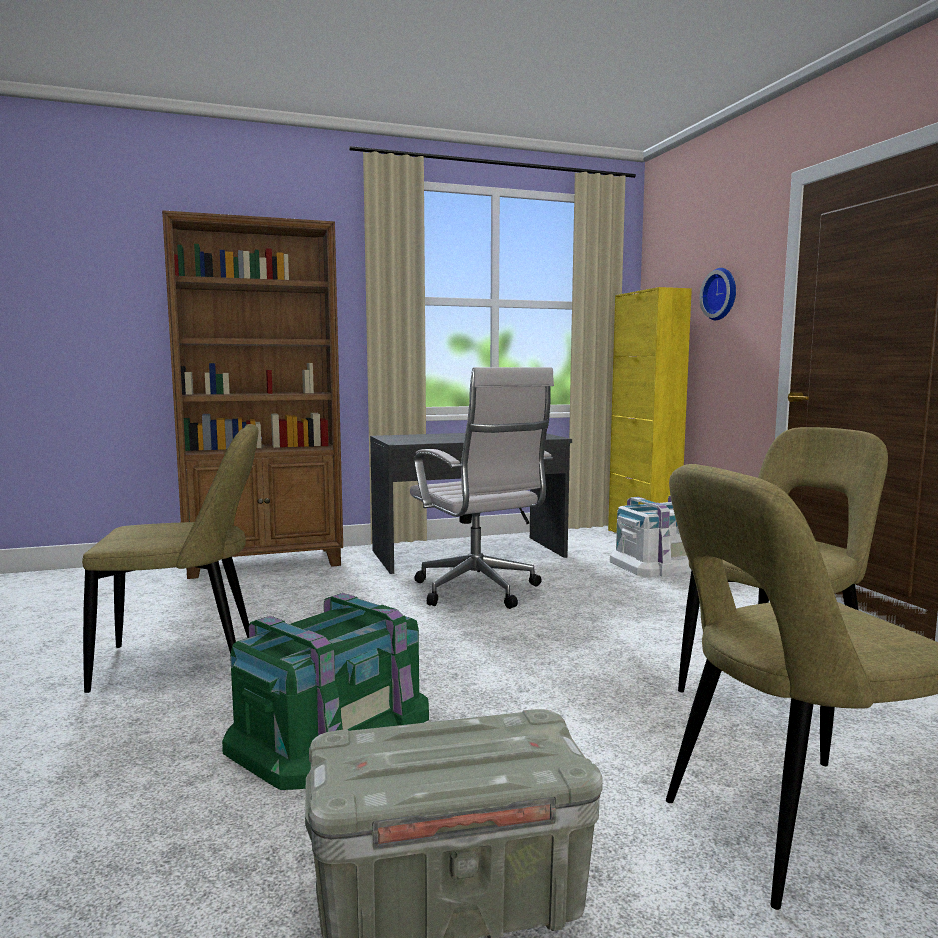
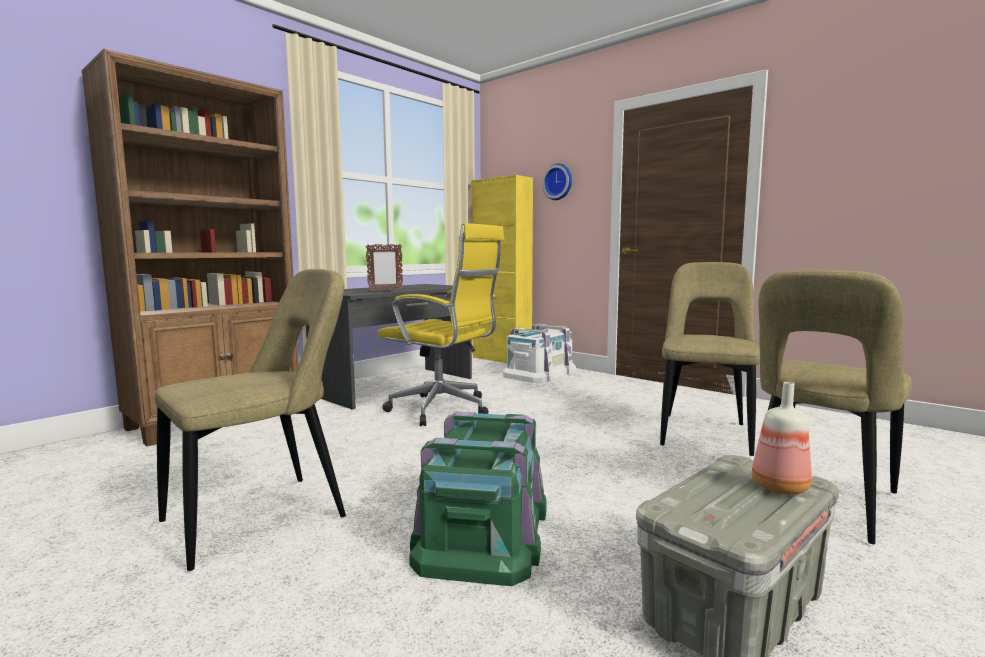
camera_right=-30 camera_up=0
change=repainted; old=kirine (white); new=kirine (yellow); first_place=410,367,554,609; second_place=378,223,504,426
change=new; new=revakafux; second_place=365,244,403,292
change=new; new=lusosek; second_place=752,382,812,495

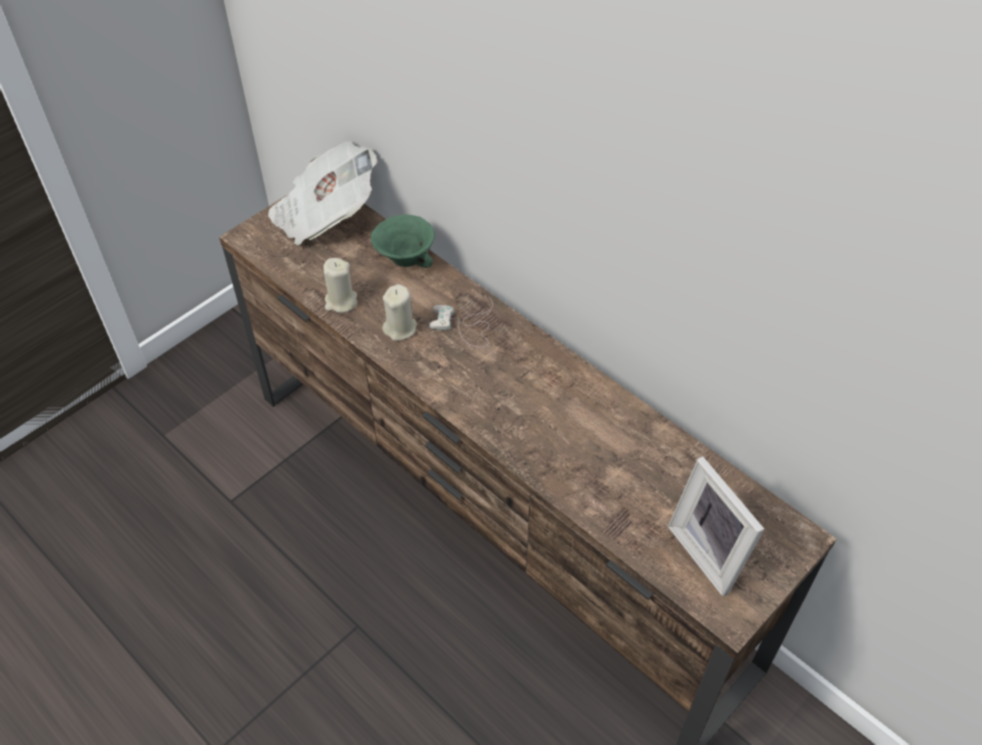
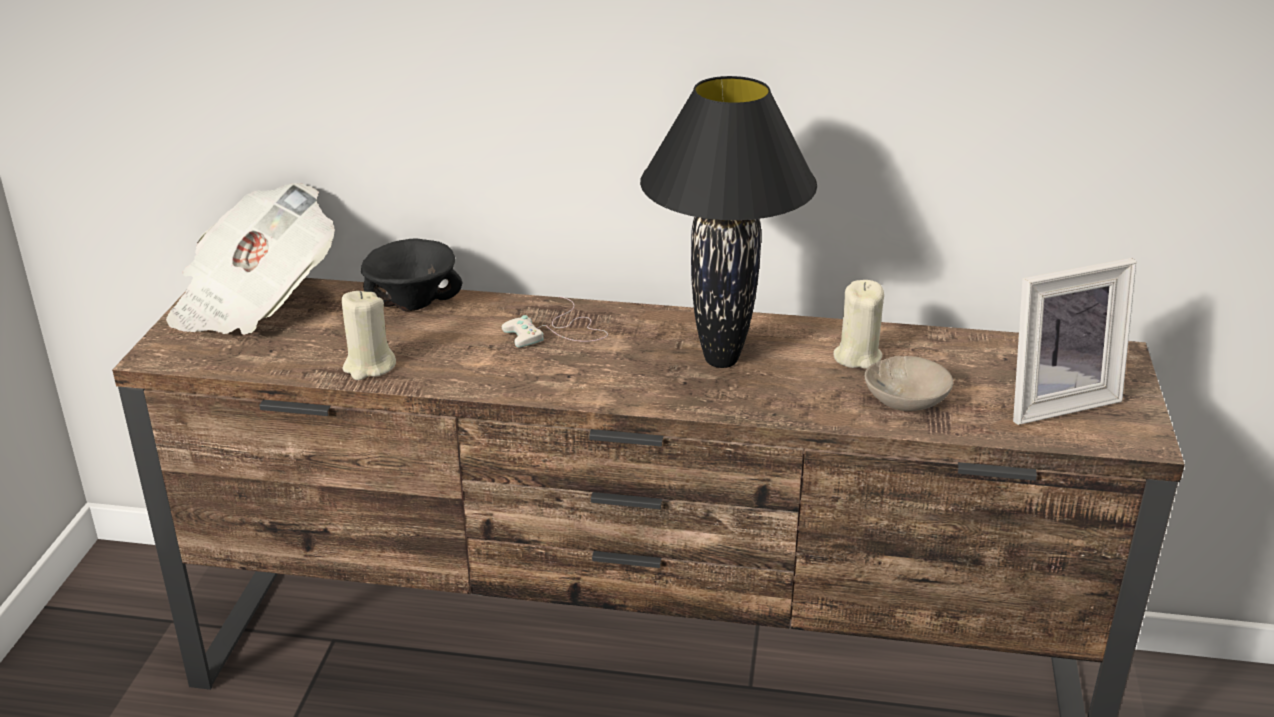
camera_right=-35 camera_up=-20
change=repainted; old=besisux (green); new=besisux (black); first_place=371,215,435,268; second_place=361,239,462,311
change=shifted; old=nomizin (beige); first_place=382,284,417,341; second_place=834,280,884,369
change=rotated; old=revakafux; first_place=668,456,764,597; second_place=1013,258,1136,425; degrees=-45
change=new; new=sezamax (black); second_place=640,76,817,368
change=new; new=besisux (beige); second_place=865,356,953,411

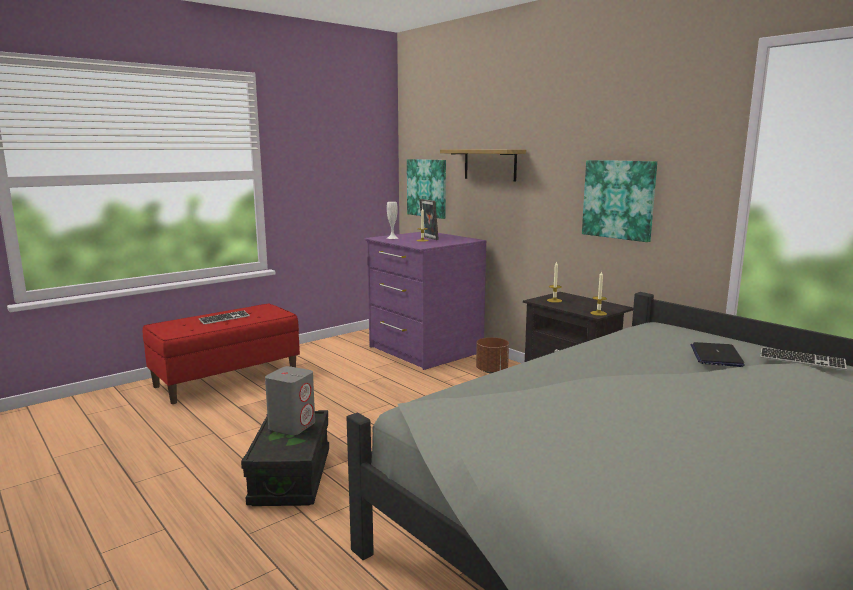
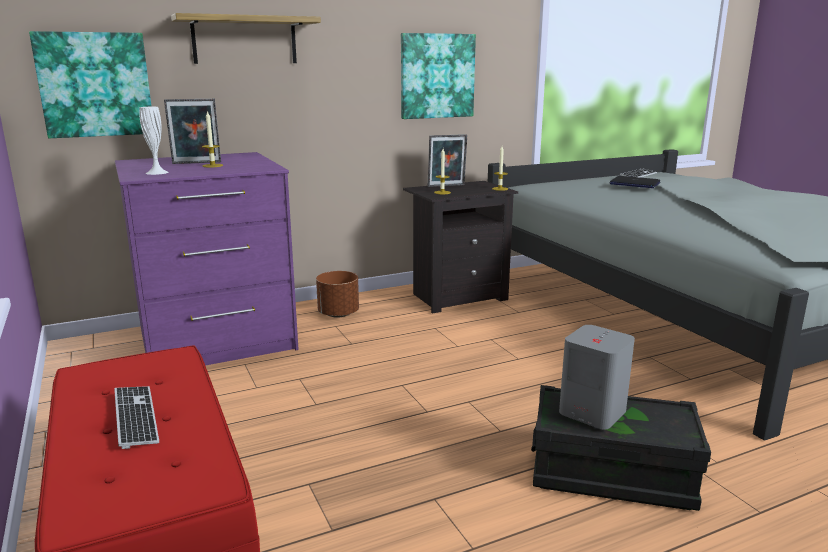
camera_right=-75 camera_up=5
change=new; new=revakafux; second_place=428,134,467,187

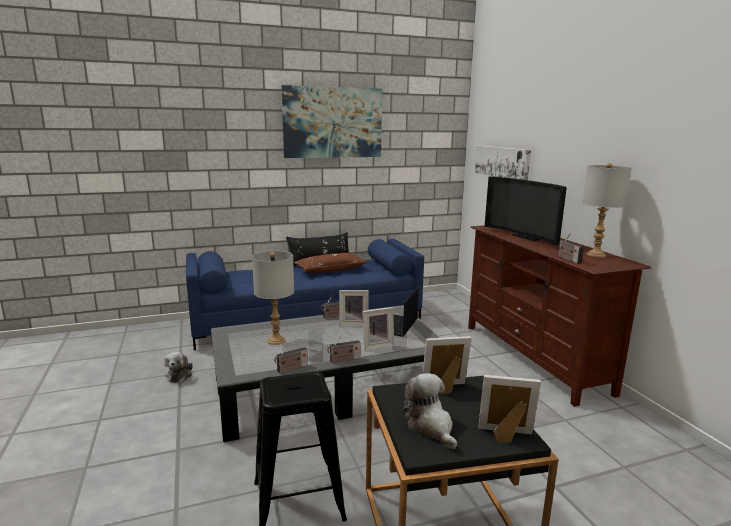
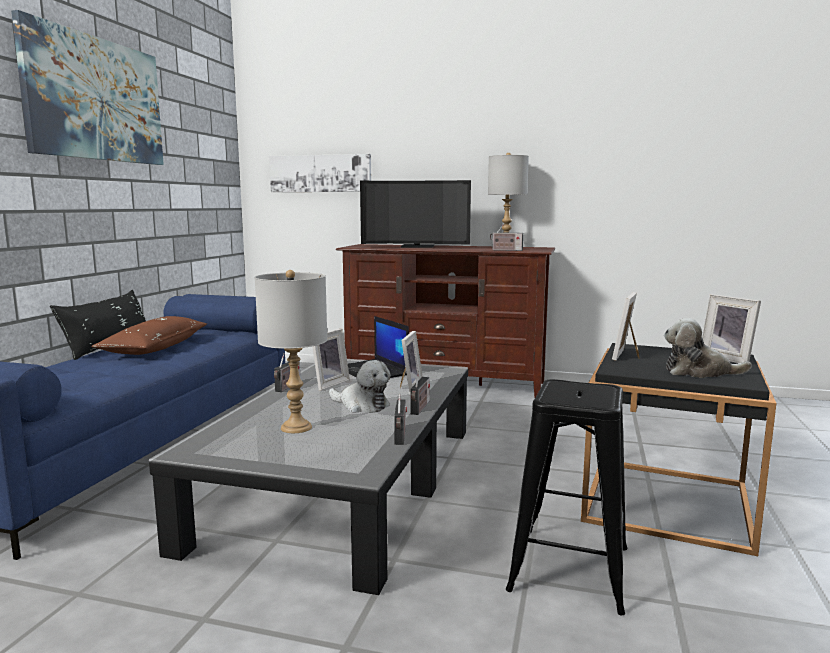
camera_right=-55 camera_up=-5
change=shifted; old=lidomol; first_place=164,352,193,383; second_place=329,360,391,413
change=rotated; old=revakafux; first_place=478,375,541,443; second_place=702,294,761,364; degrees=-75

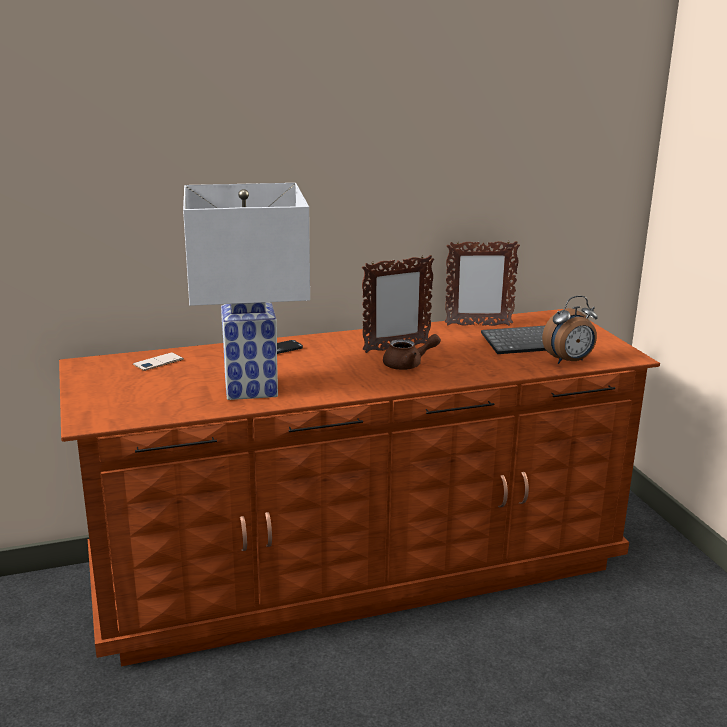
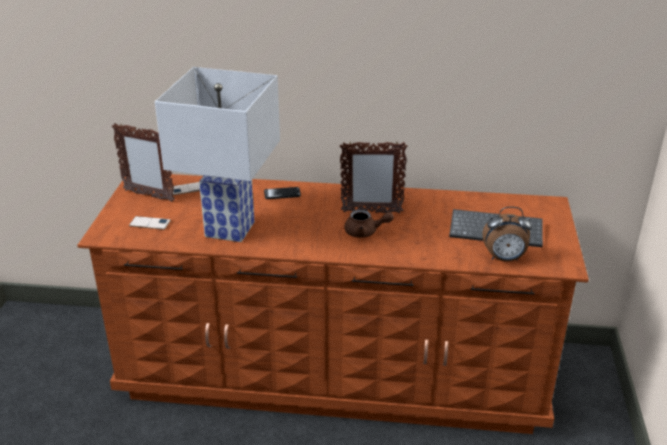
camera_right=25 camera_up=10
change=shifted; old=revakafux; first_place=445,241,520,326; second_place=112,123,175,202
change=new; new=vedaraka; second_place=129,216,171,230

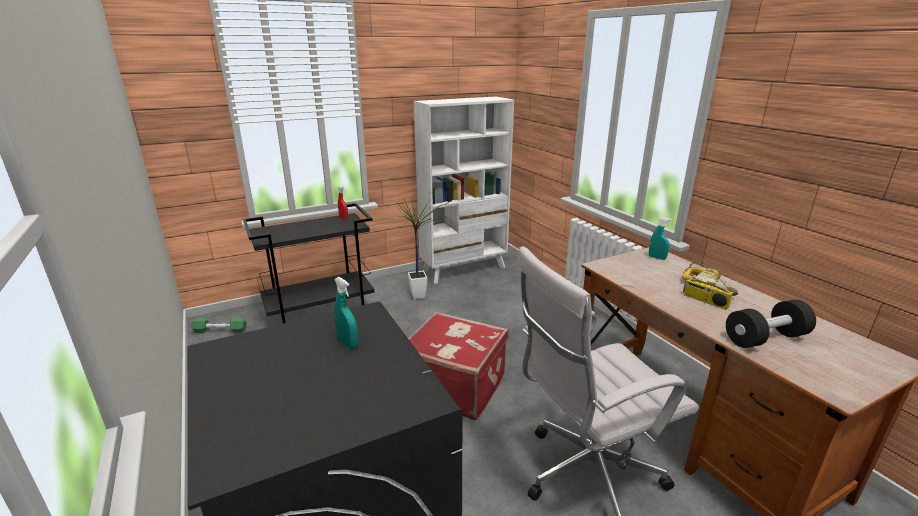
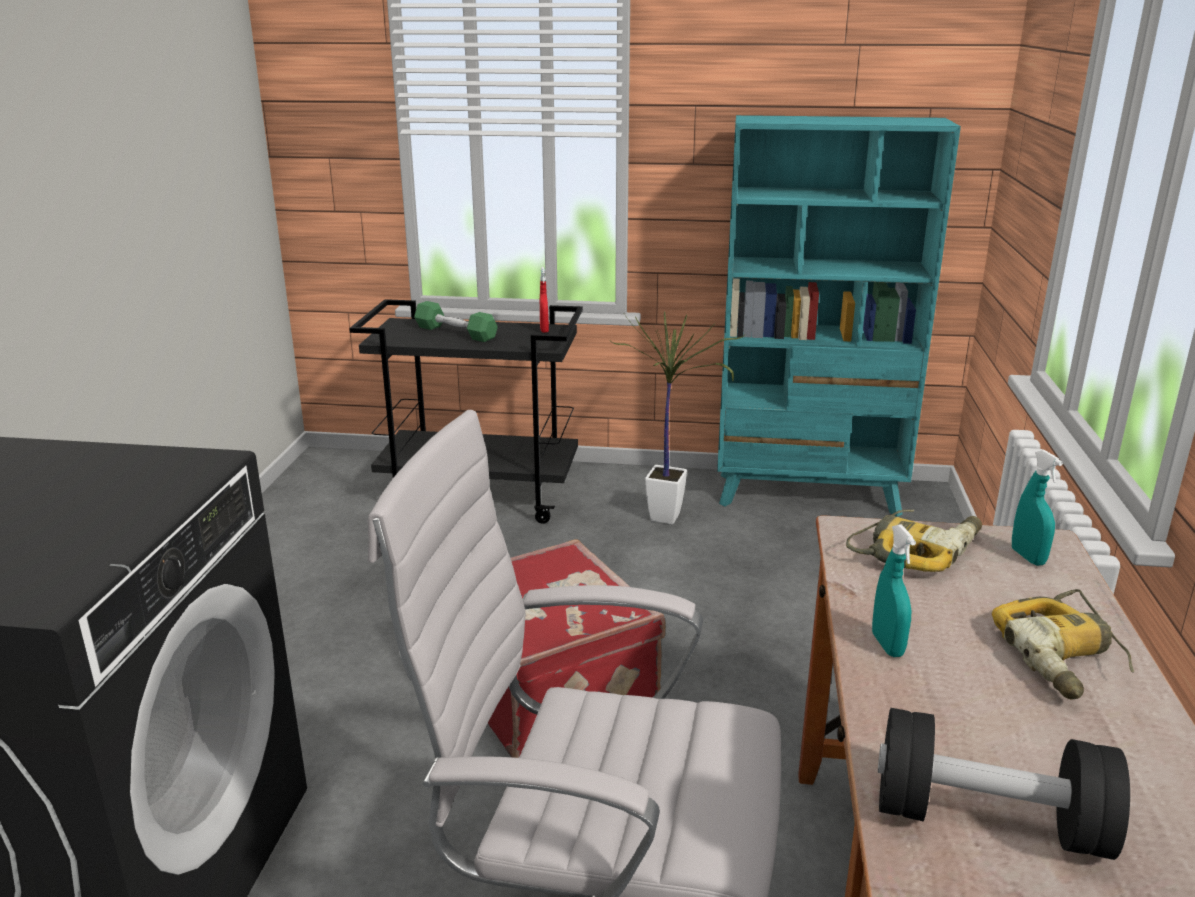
camera_right=35 camera_up=0
change=shifted; old=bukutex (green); first_place=192,318,247,333; second_place=414,301,498,342
change=shifted; old=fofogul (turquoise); first_place=334,277,358,349; second_place=872,524,916,657
change=repainted; old=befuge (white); new=befuge (turquoise); first_place=414,96,514,284; second_place=717,115,961,517
change=gone; old=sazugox; first_place=683,258,733,310
change=new; new=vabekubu; second_place=846,510,982,572

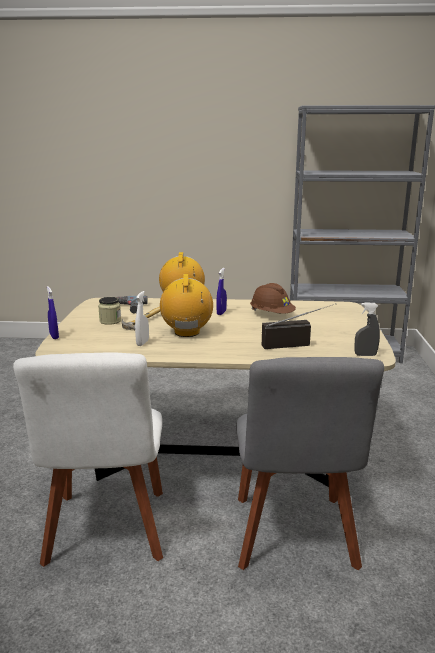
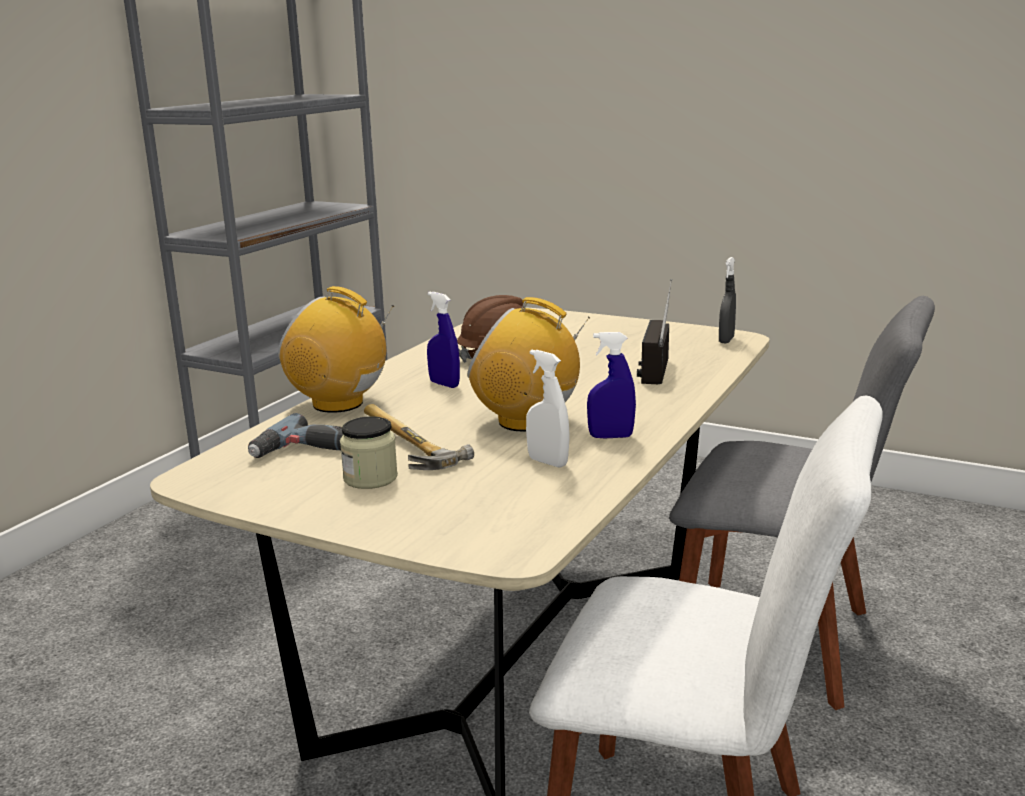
camera_right=-65 camera_up=0
change=shifted; old=fofogul (blue); first_place=47,286,59,339; second_place=587,332,636,438

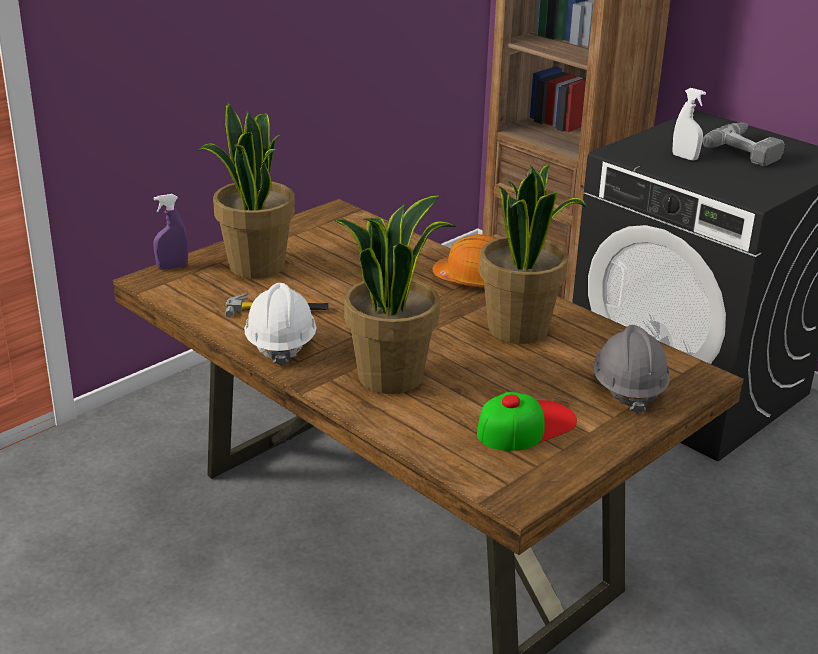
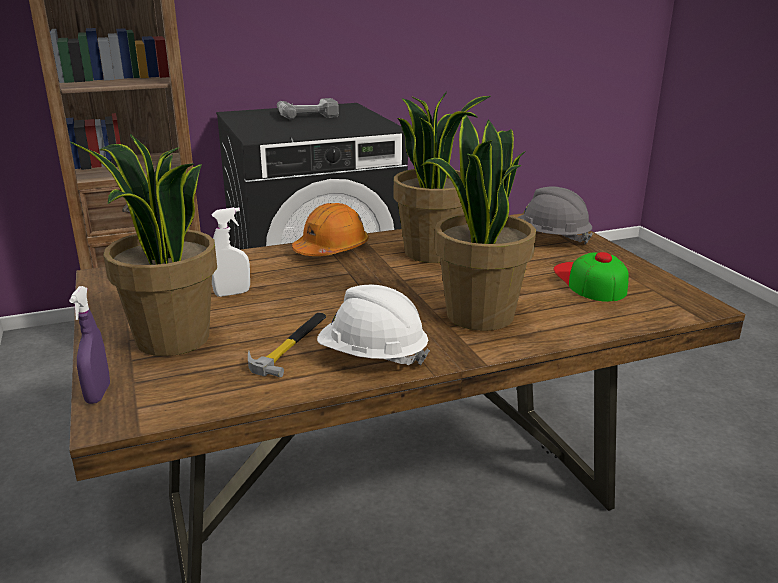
camera_right=-65 camera_up=-5
change=shifted; old=fofogul (white); first_place=672,88,706,160; second_place=211,207,250,297

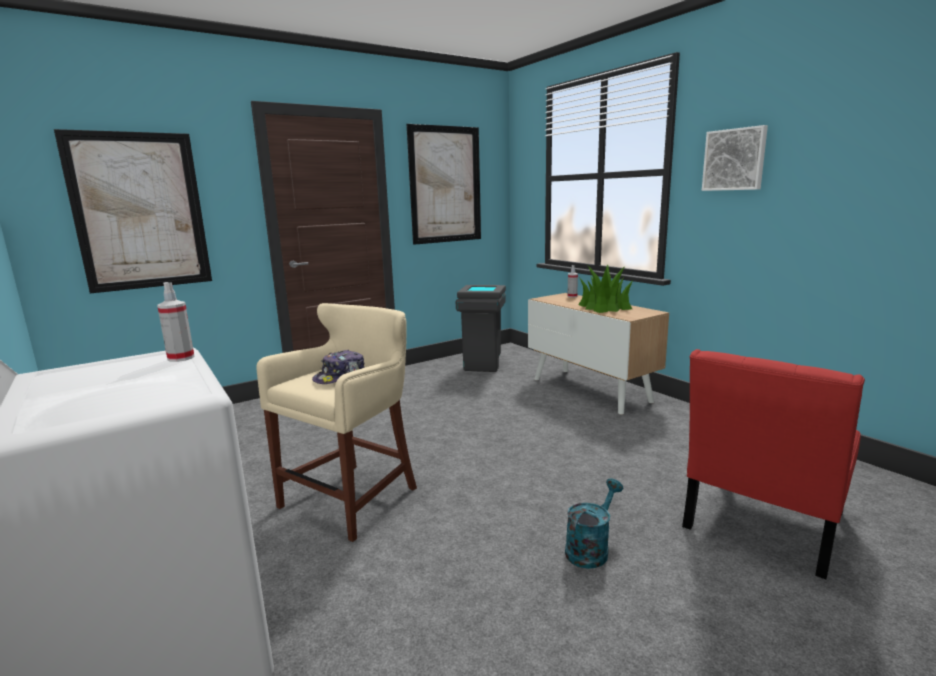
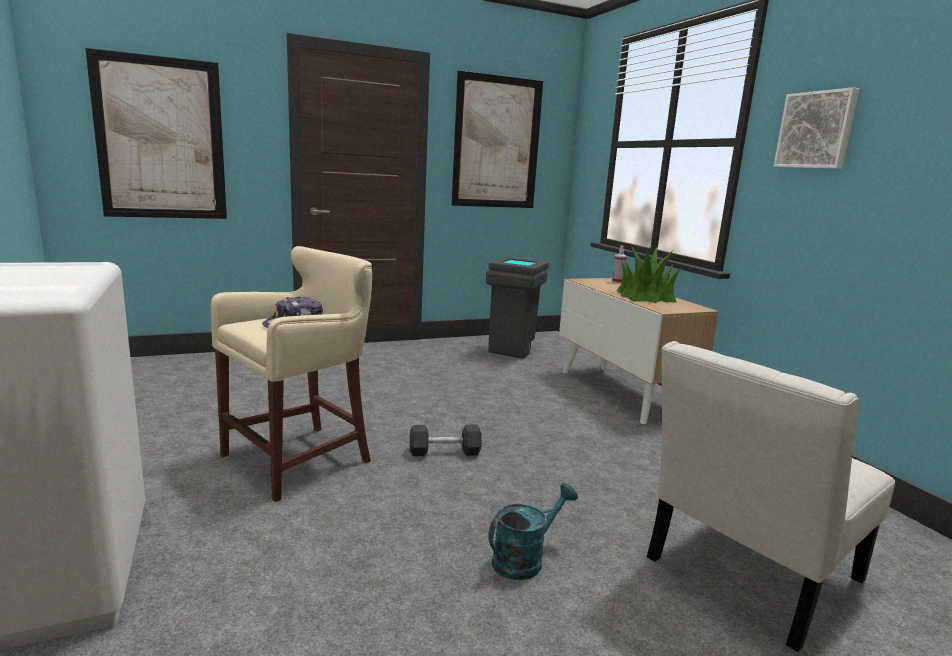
camera_right=10 camera_up=0
change=gone; old=fofogul; first_place=157,282,194,362
change=repainted; old=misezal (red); new=misezal (white); first_place=682,349,865,579; second_place=647,341,895,652
change=new; new=bukutex (grey); second_place=410,425,482,456

